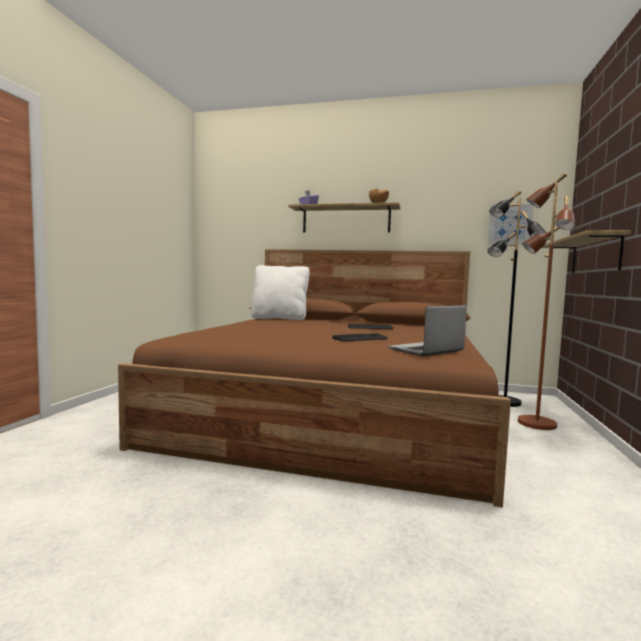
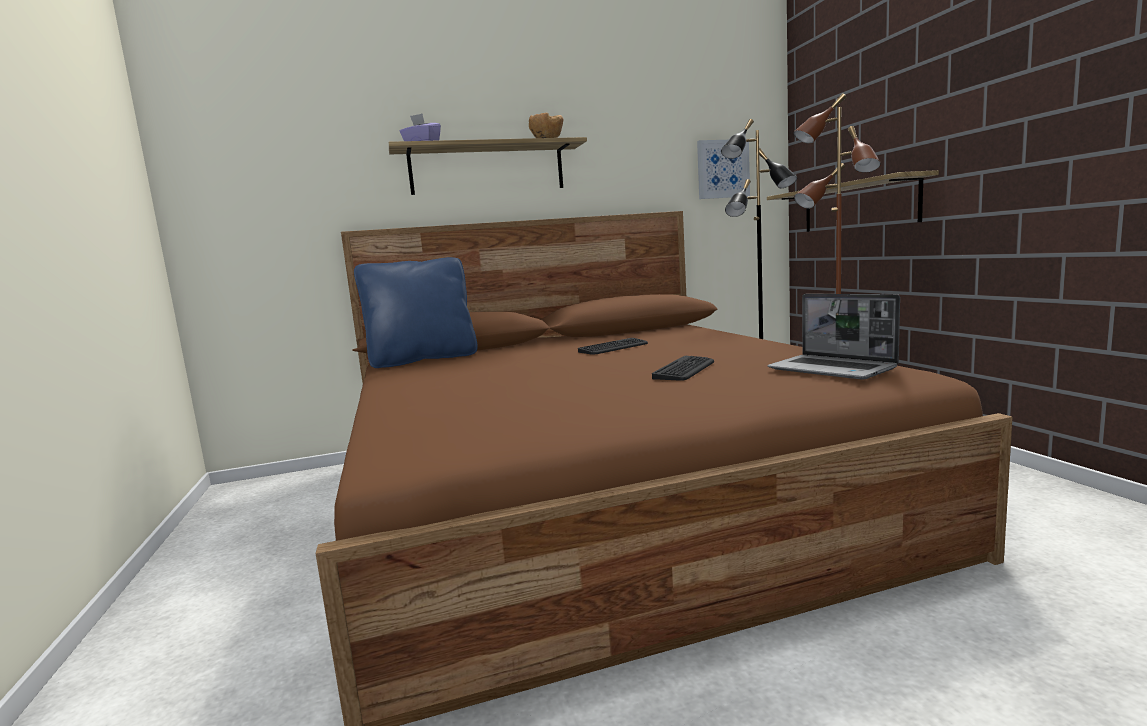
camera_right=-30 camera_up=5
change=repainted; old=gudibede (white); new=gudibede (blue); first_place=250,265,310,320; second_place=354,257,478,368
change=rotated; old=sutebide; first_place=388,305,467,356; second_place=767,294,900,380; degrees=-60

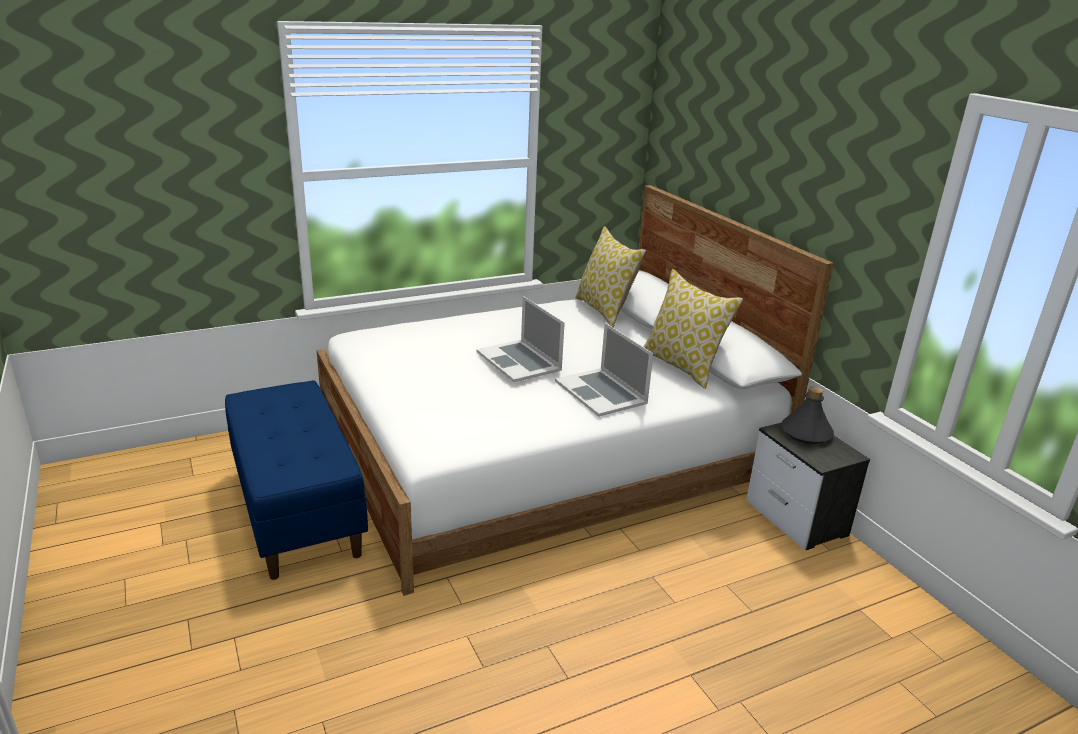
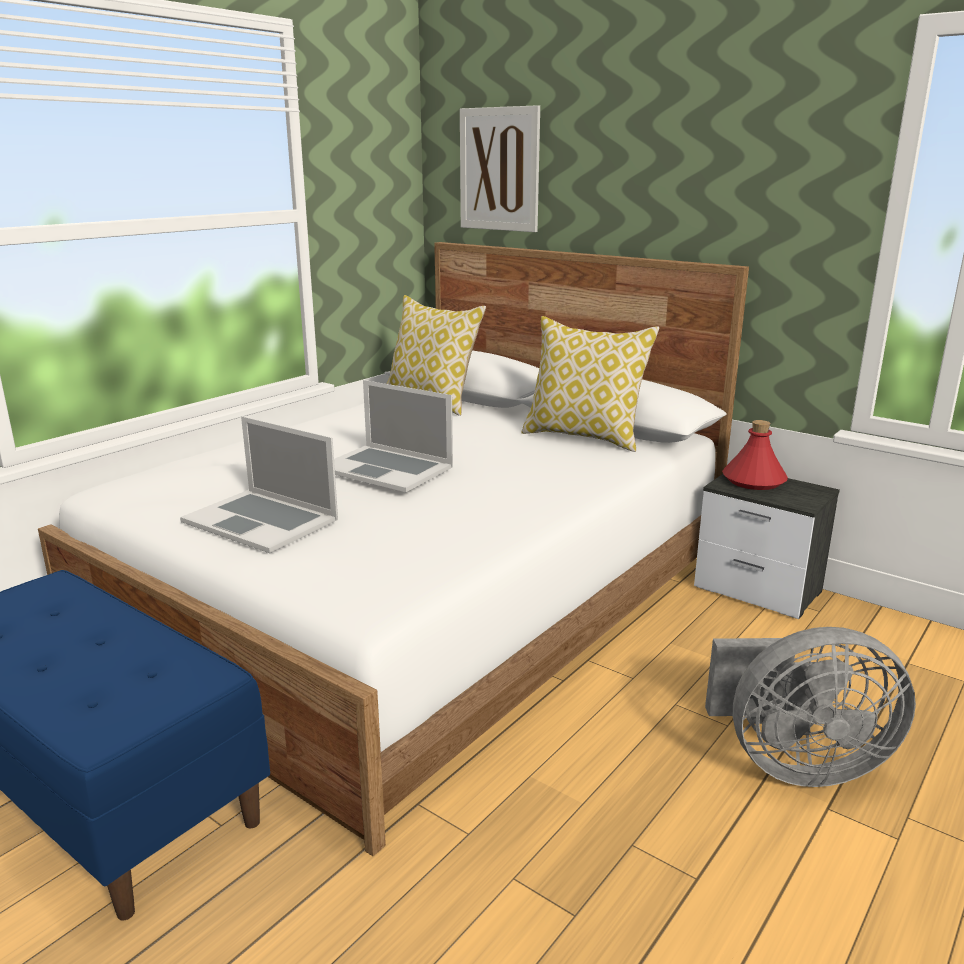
camera_right=-25 camera_up=-5
change=shifted; old=sutebide; first_place=555,323,653,417; second_place=180,416,338,553
change=repainted; old=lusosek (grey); new=lusosek (red); first_place=781,386,834,444; second_place=722,420,788,490
change=new; new=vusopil; second_place=460,105,540,232
change=new; new=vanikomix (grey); second_place=705,627,916,787

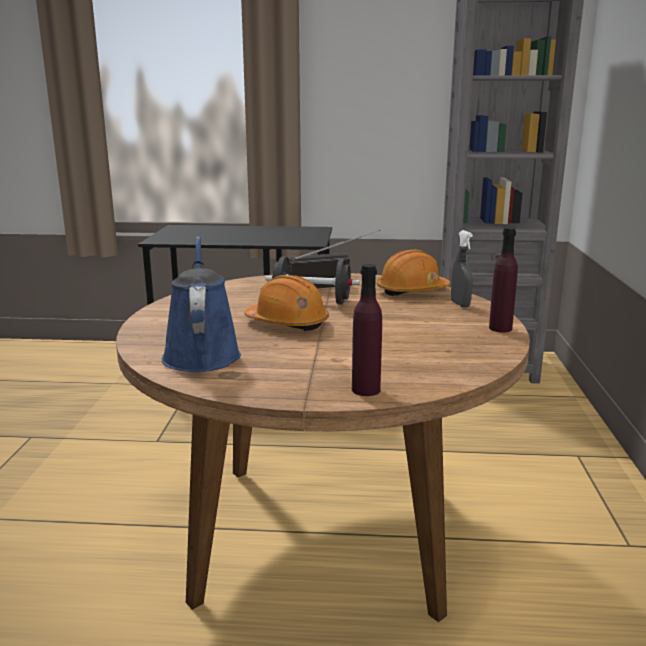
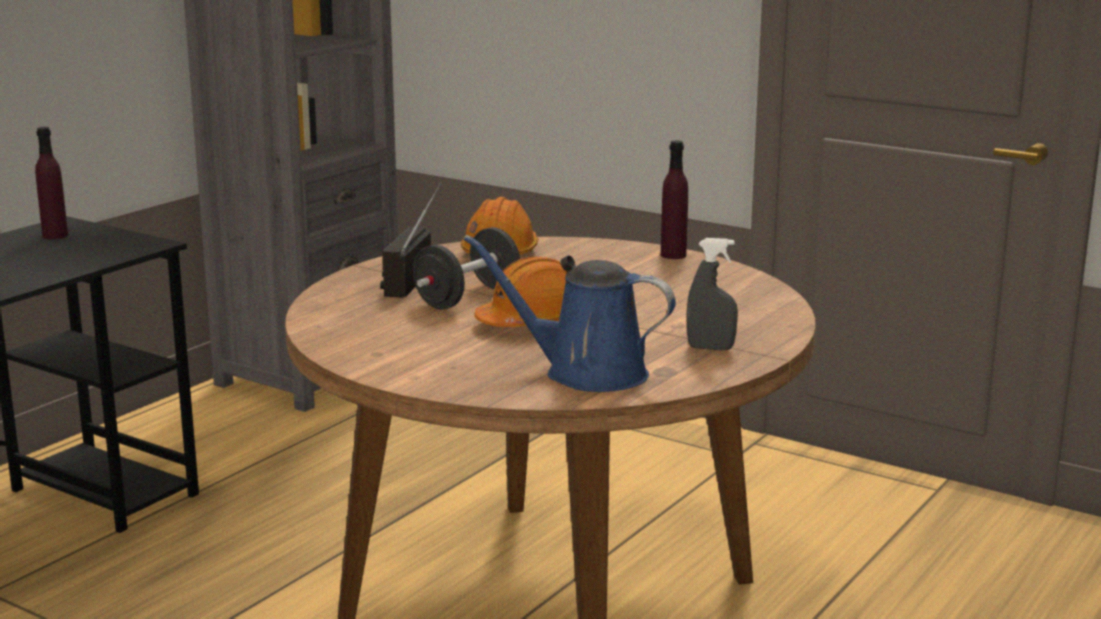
camera_right=-60 camera_up=0
change=shifted; old=lusosek (purple); first_place=352,264,382,396; second_place=35,127,68,239
change=shifted; old=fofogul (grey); first_place=451,230,473,307; second_place=687,238,738,350

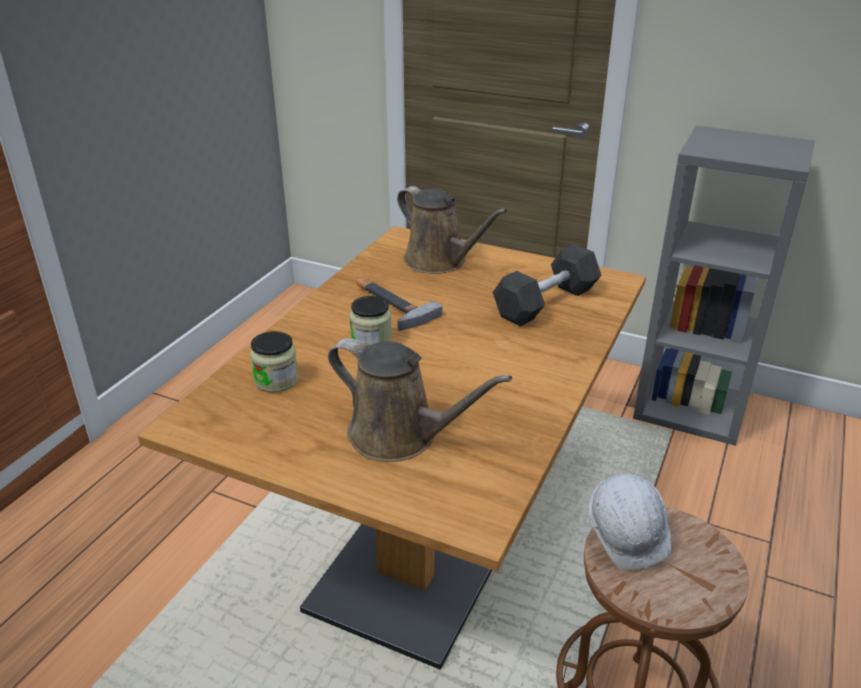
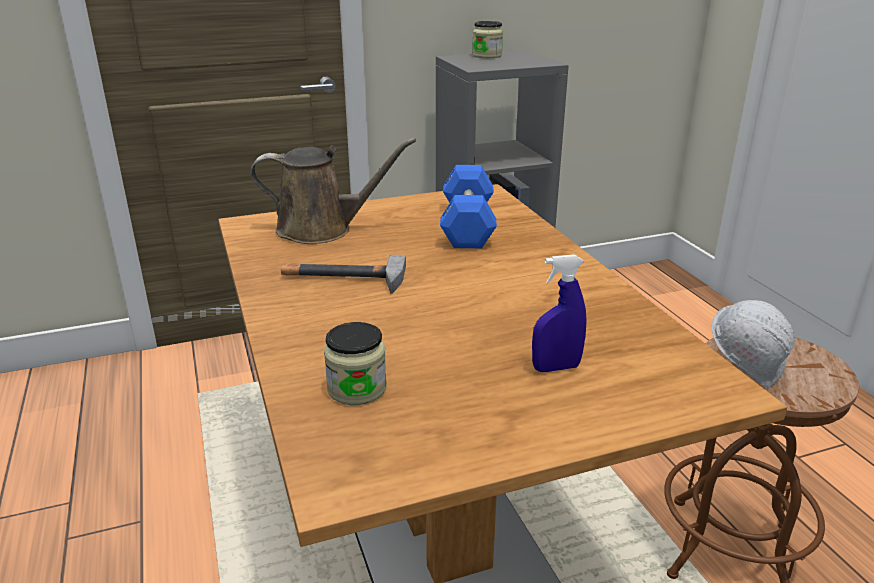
camera_right=-45 camera_up=-5
change=swapped; old=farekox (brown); new=fofogul (blue); first_place=328,338,512,462; second_place=532,254,587,372
change=shifted; old=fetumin; first_place=349,296,392,345; second_place=472,21,503,58
change=repainted; old=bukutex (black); new=bukutex (blue); first_place=492,244,602,327; second_place=440,165,497,248

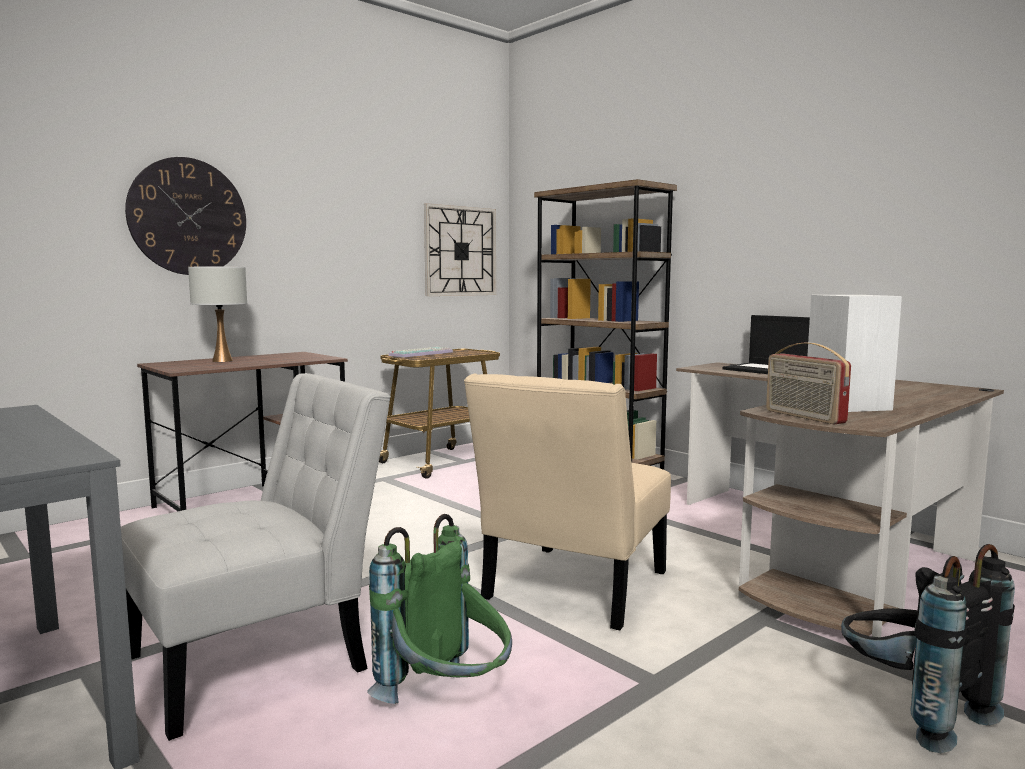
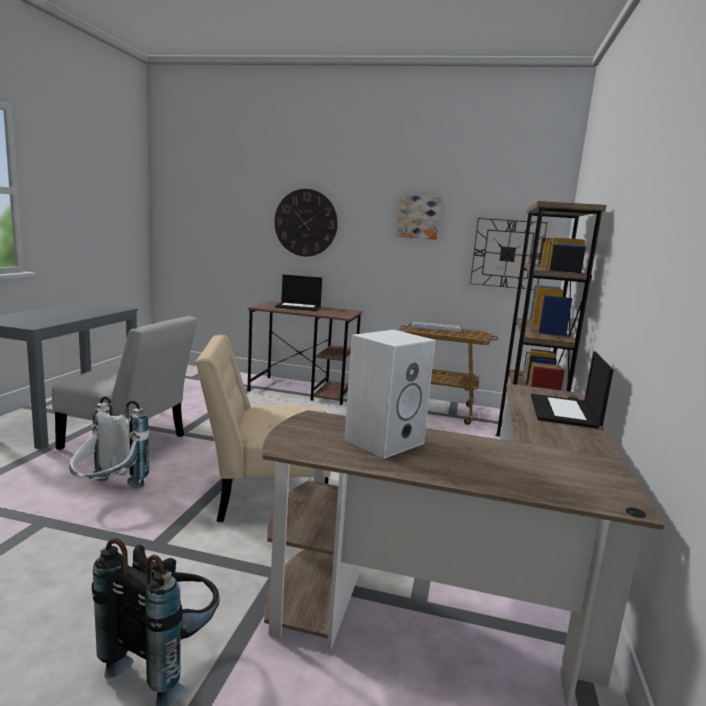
camera_right=55 camera_up=5
change=swapped; old=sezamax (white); new=sutebide; first_place=188,267,247,362; second_place=275,274,322,311
change=repainted; old=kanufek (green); new=kanufek (white); first_place=367,514,512,704; second_place=69,396,149,488
change=gone; old=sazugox; first_place=766,342,851,424
change=new; new=vusopil; second_place=396,195,441,240

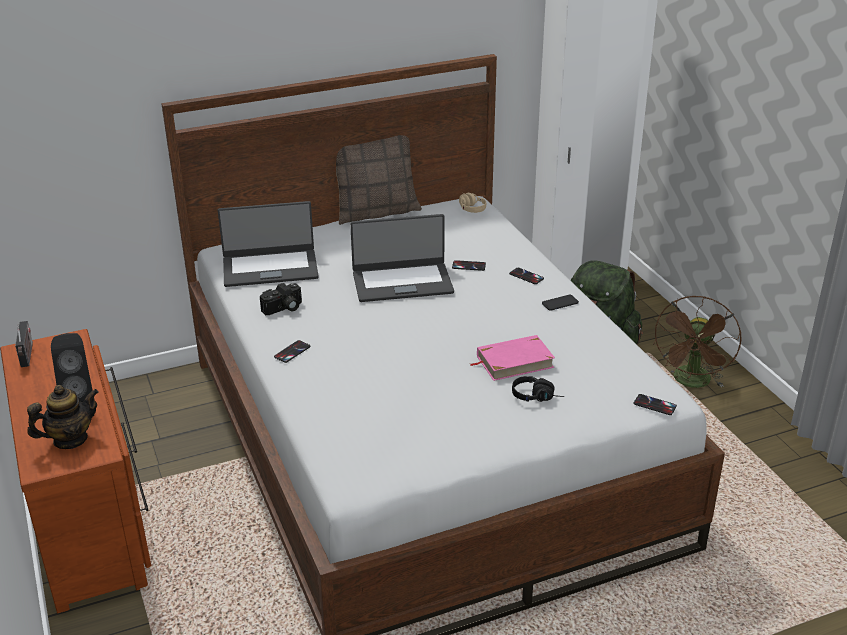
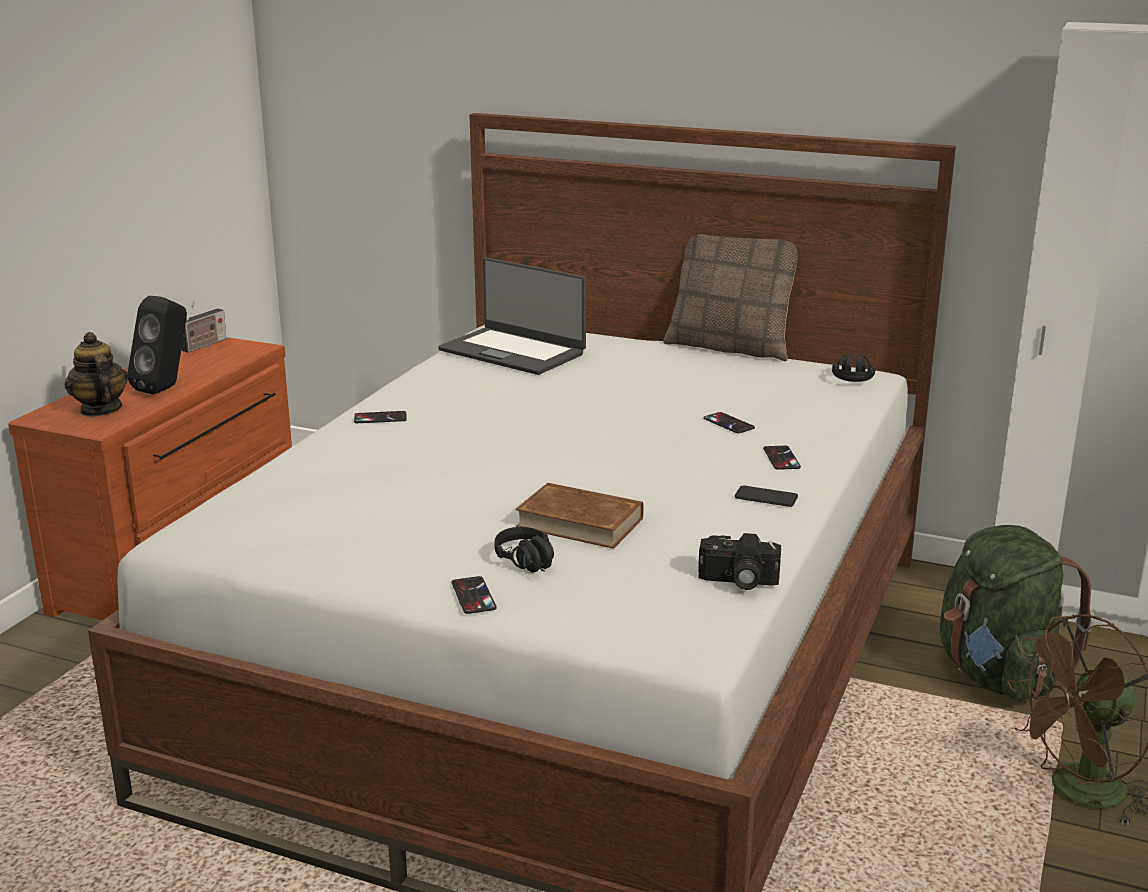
camera_right=45 camera_up=-10
change=rotated; old=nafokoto; first_place=27,385,99,449; second_place=65,332,128,417; degrees=-135
change=shifted; old=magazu; first_place=260,283,302,315; second_place=698,533,781,590
change=gone; old=sutebide; first_place=350,214,454,302
change=repainted; old=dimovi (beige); new=dimovi (black); first_place=459,193,486,213; second_place=832,353,875,382
change=repainted; old=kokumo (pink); new=kokumo (brown); first_place=470,335,555,381; second_place=515,483,644,549
change=shifted; old=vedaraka; first_place=633,394,677,415; second_place=451,576,497,614

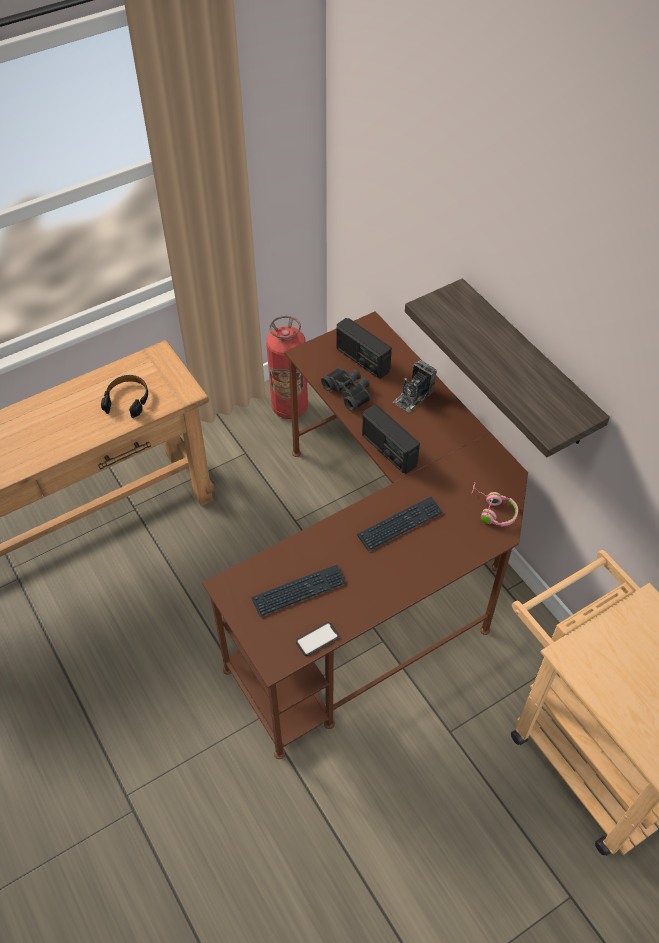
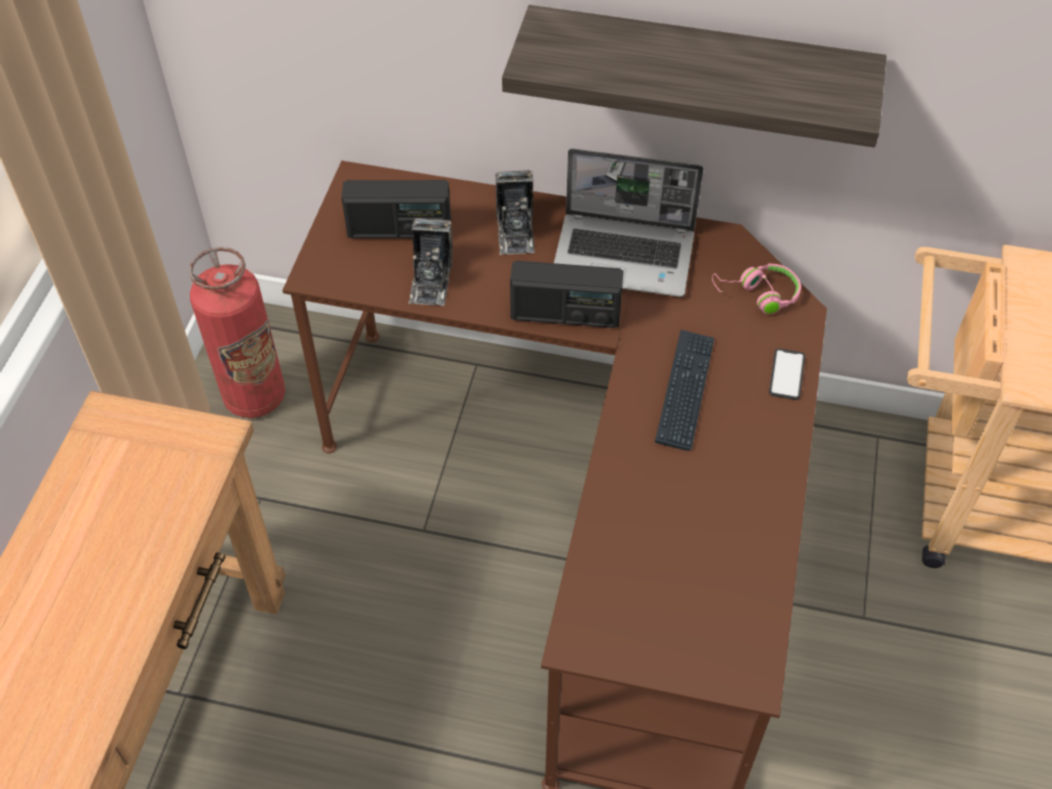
camera_right=-45 camera_up=0
change=gone; old=dimovi (black); first_place=101,375,148,418
change=gone; old=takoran; first_place=251,564,346,617
change=shifted; old=vedaraka; first_place=295,622,339,656; second_place=769,348,805,400
change=swapped; old=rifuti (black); new=magazu; first_place=321,368,370,411; second_place=408,218,453,306
change=new; new=sutebide; second_place=554,148,704,297

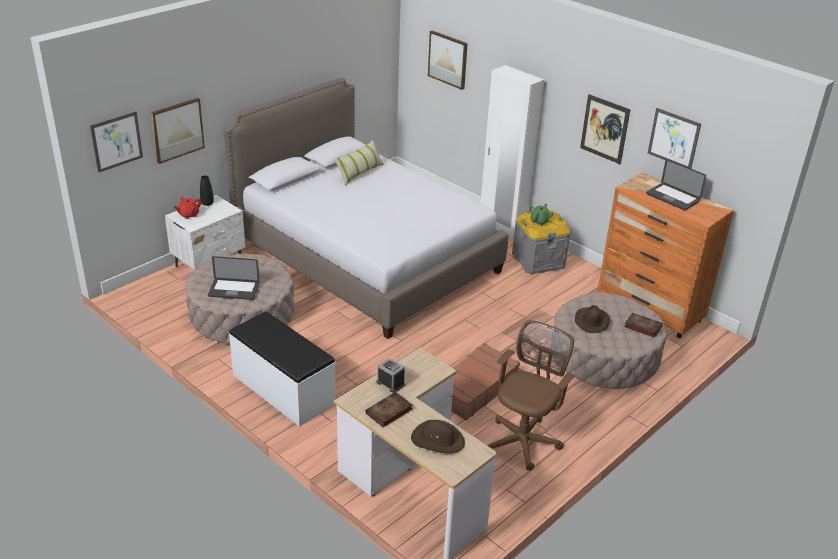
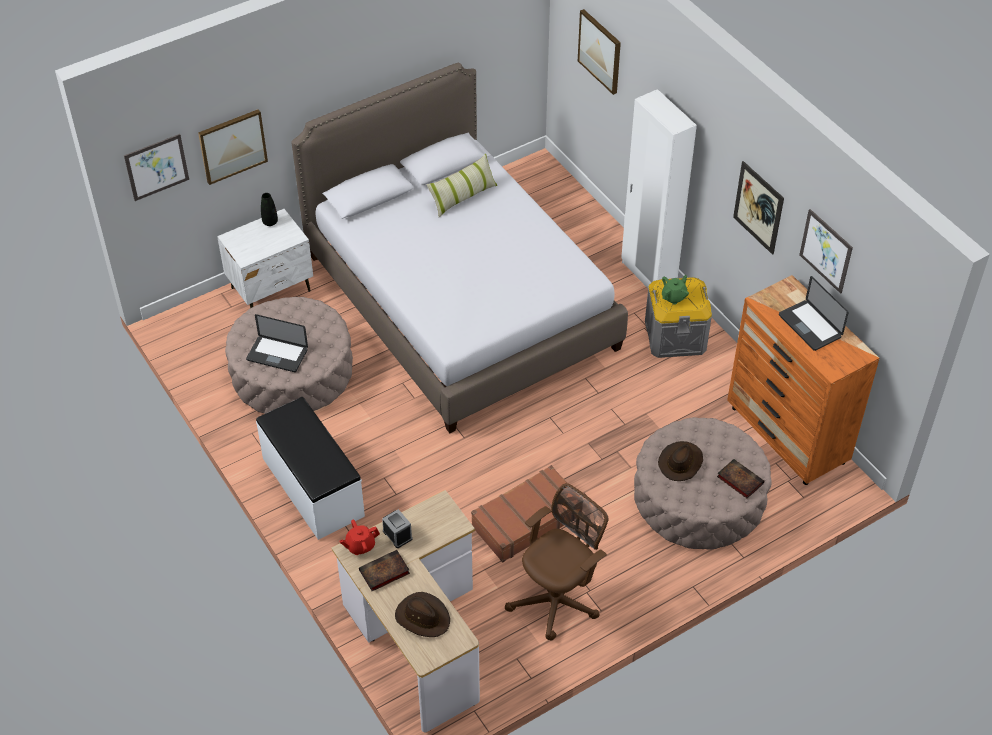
camera_right=15 camera_up=15
change=shifted; old=nafokoto (red); first_place=174,197,202,219; second_place=339,520,380,555

